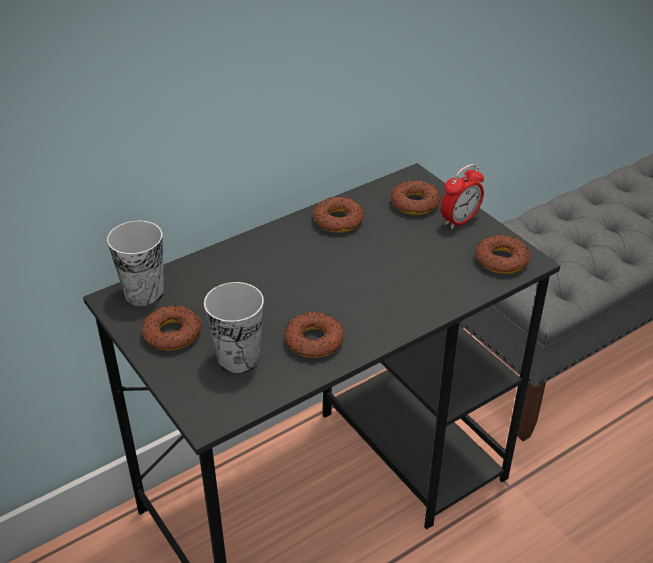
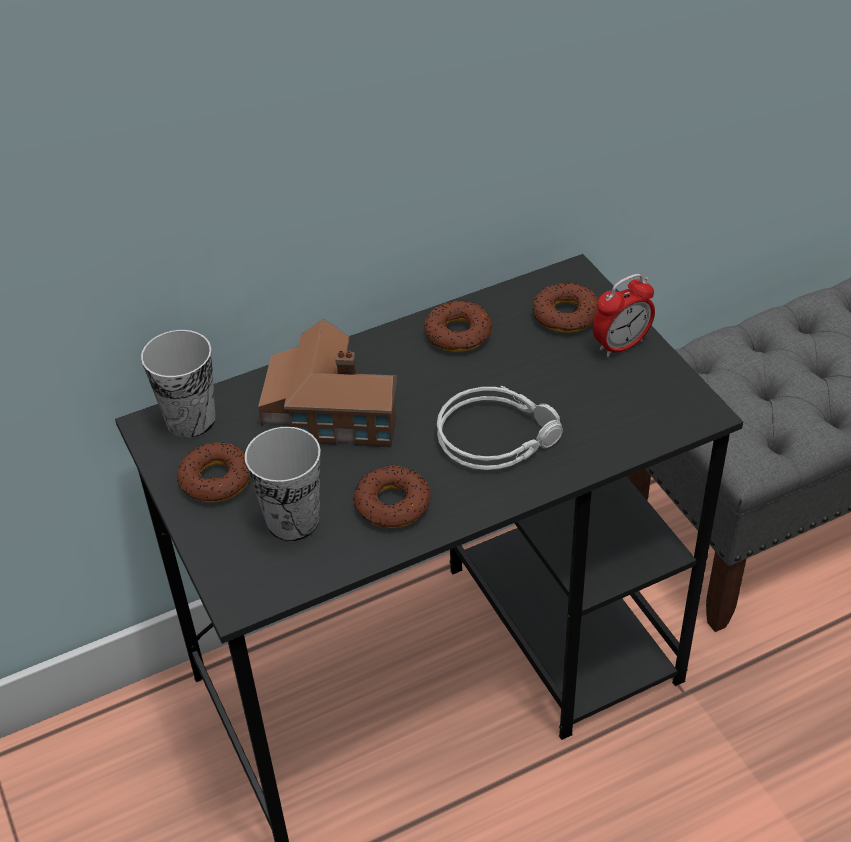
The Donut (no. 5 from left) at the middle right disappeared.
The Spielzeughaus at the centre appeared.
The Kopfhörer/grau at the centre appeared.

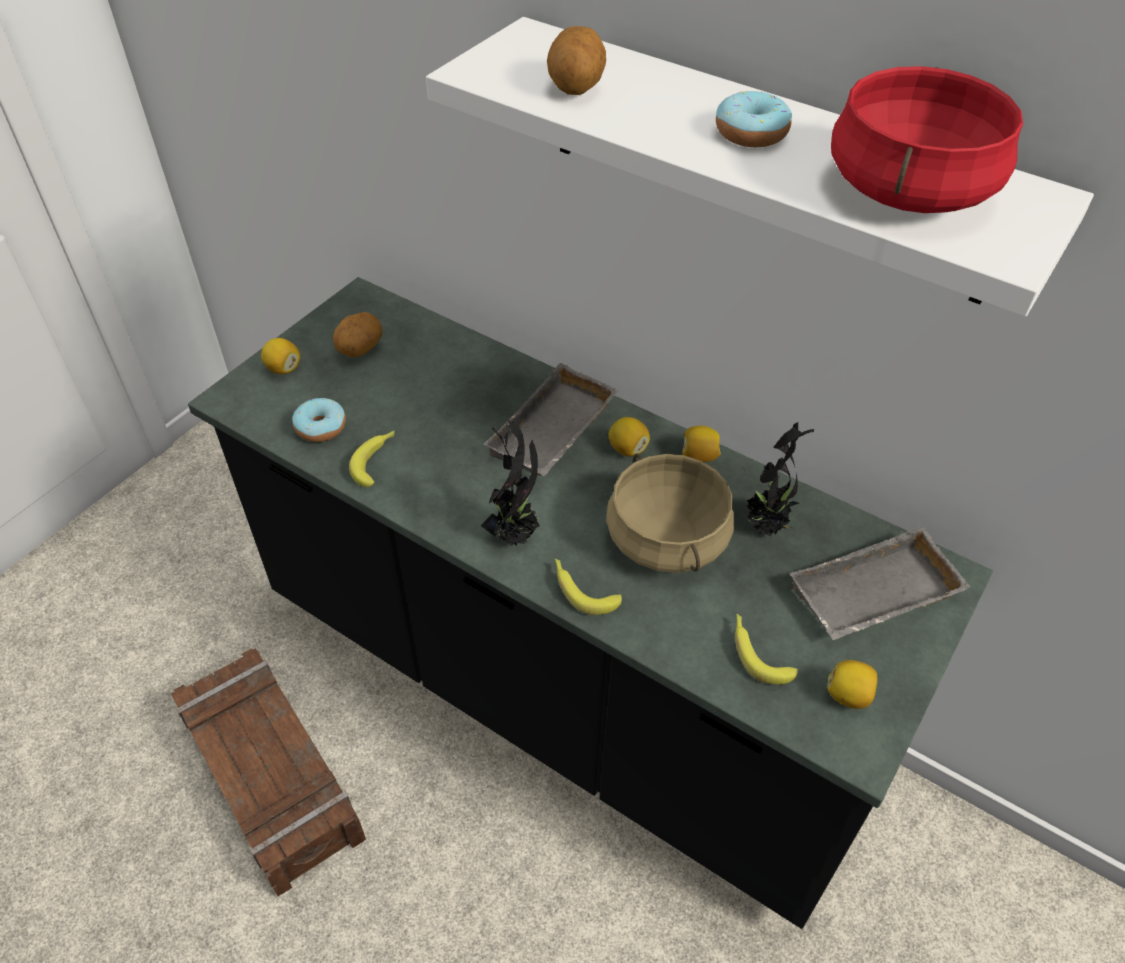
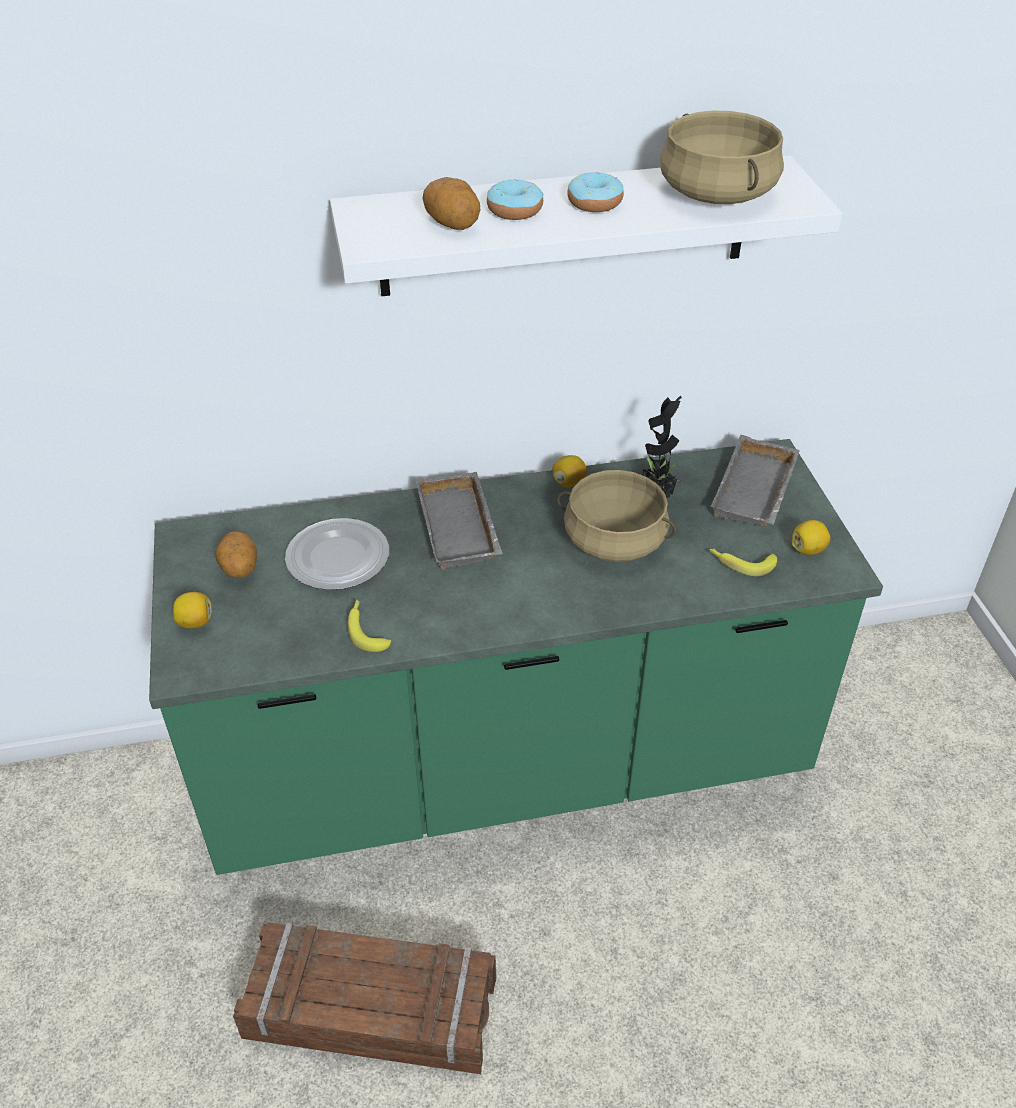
The Topfpflanze (no. 1 from left) at the centre disappeared.
The Banane (no. 2 from left) at the centre disappeared.
The Zitrone (no. 2 from left) at the centre disappeared.
The Teller at the middle left appeared.
The Donut (no. 1 from left) moved from the middle left to the top centre.
The Küchenzeile/schwarz at the centre became the Küchenzeile/grün at the centre.
The Kochtopf/rot at the top right became the Kochtopf/beige (no. 2 from left) at the top right.

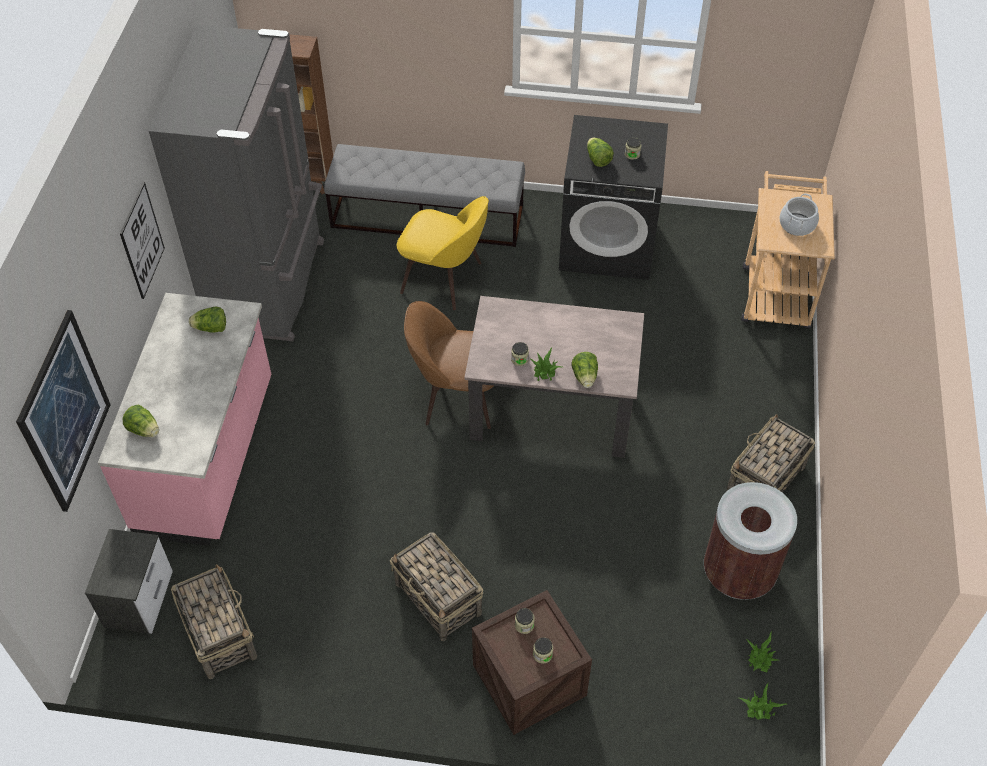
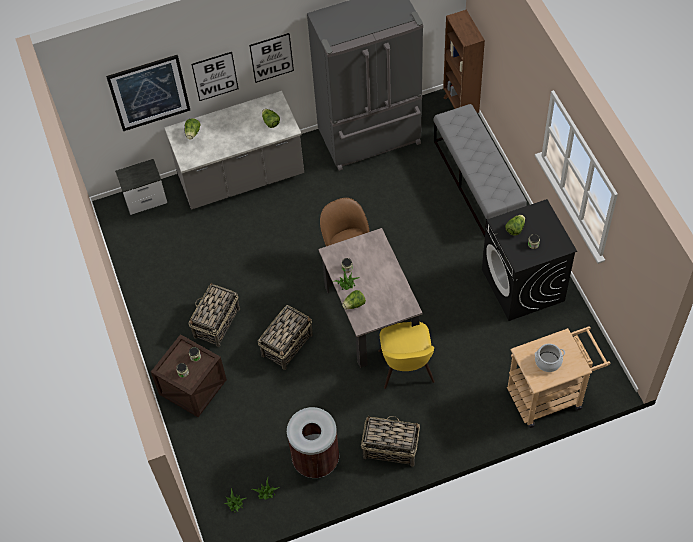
The Bild (no. 2 from left) at the top left appeared.
The Korb (no. 1 from left in the first image) moved from the bottom left to the centre.
The Stuhl/gelb moved from the top centre to the centre.
The Küchenzeile/rosa at the middle left became the Küchenzeile/grau at the top centre.

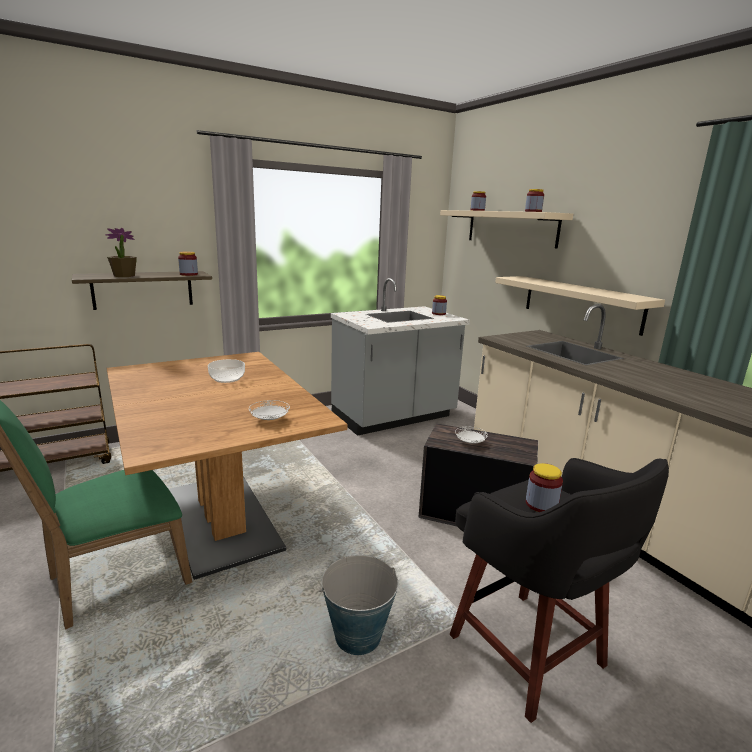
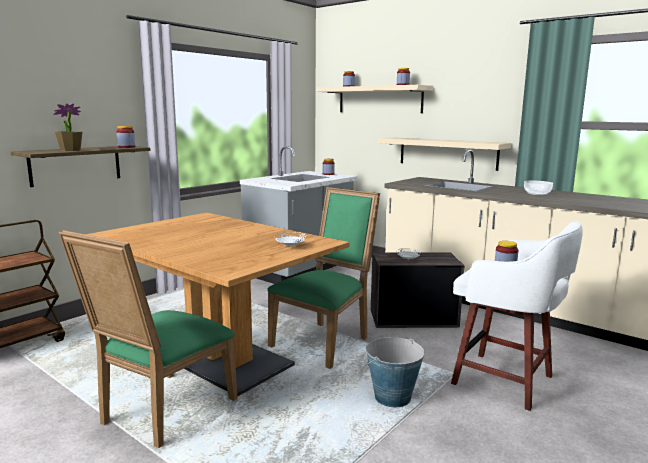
The Stuhl/grün (no. 2 from left) at the centre appeared.
The Schüssel moved from the middle left to the middle right.
The Hocker/schwarz at the bottom right became the Hocker/weiß at the bottom right.

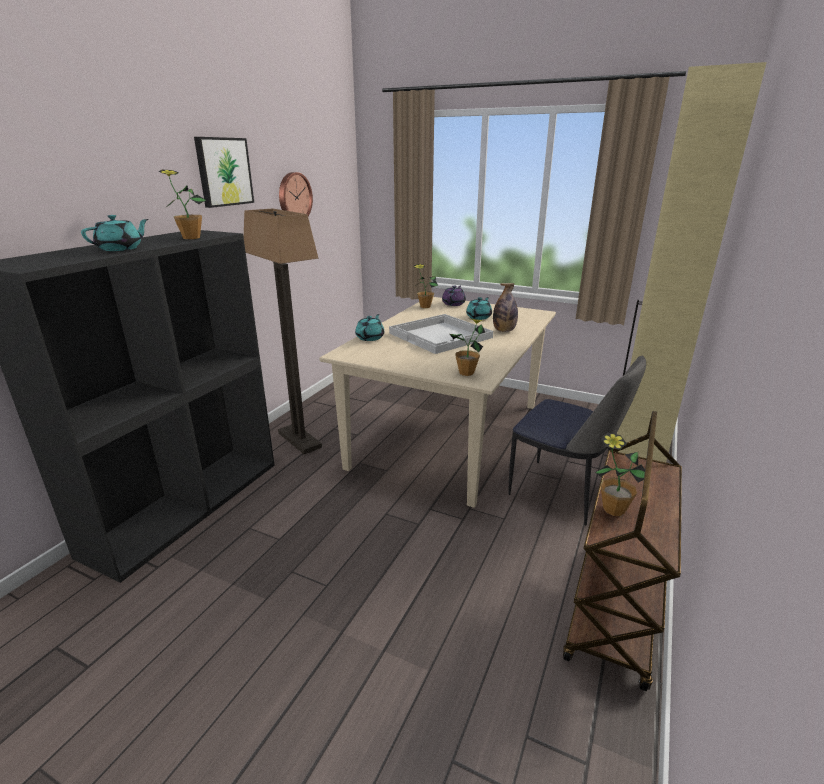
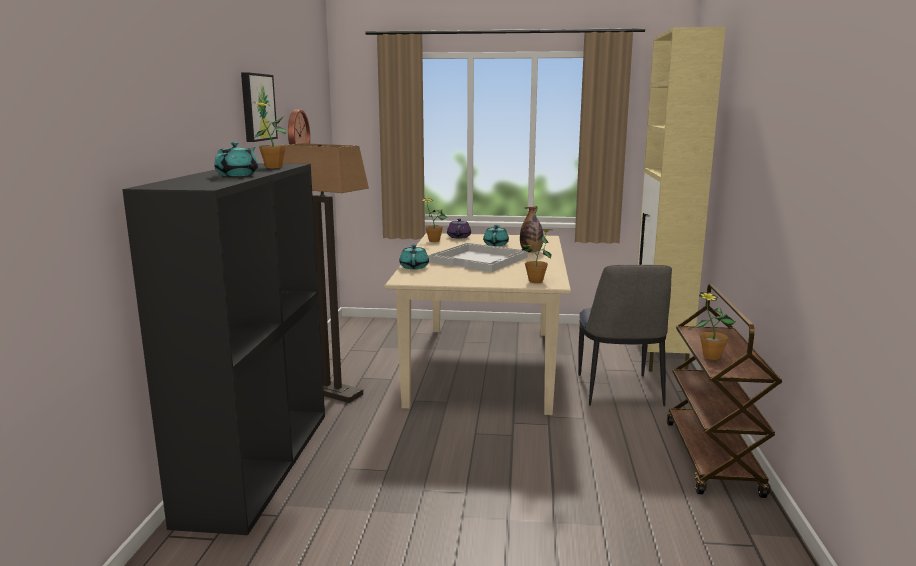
The Stuhl at the middle right turned 75 degrees clockwise.

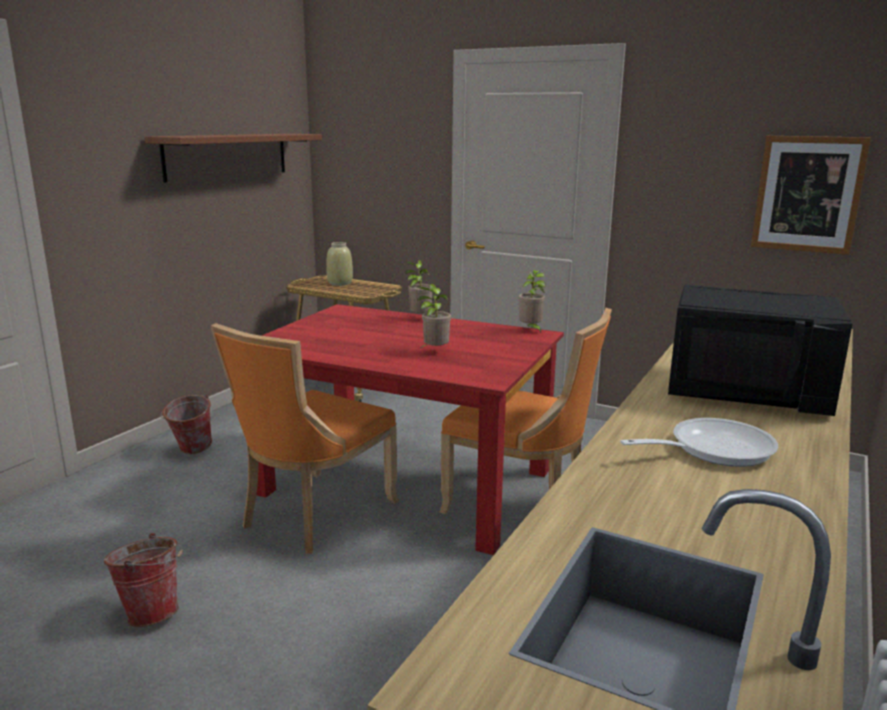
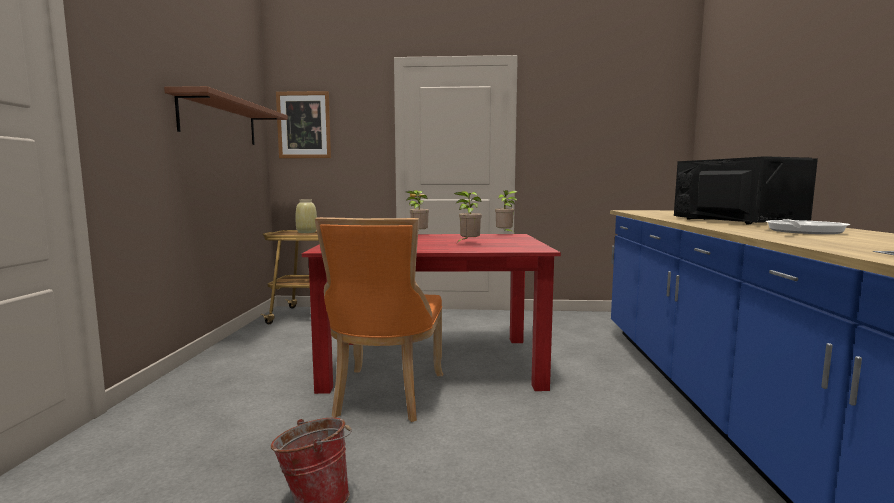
The Eimer (no. 2 from left) at the middle left disappeared.
The Stuhl/orange (no. 2 from left) at the centre disappeared.
The Bild moved from the top right to the top centre.
The Mikrowelle/schwarz at the middle right turned 105 degrees counterclockwise.

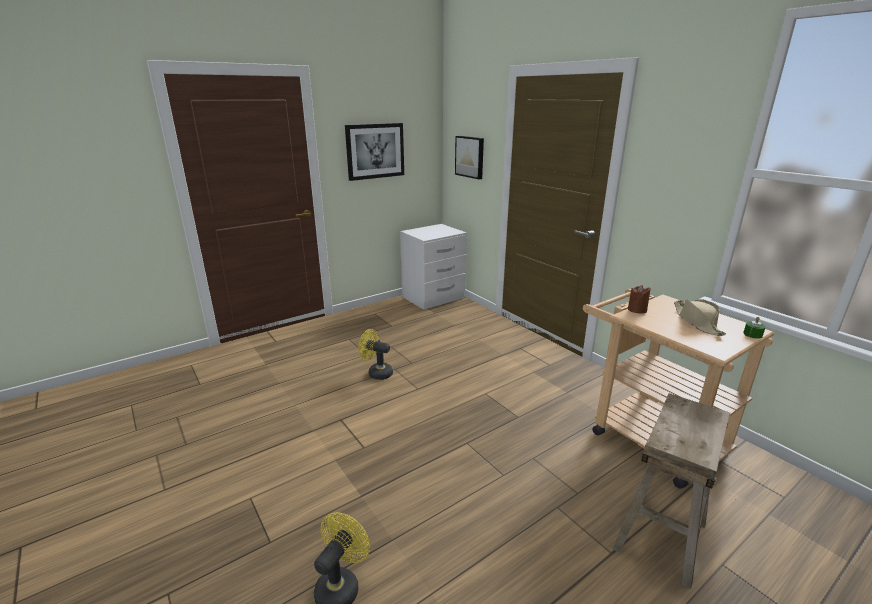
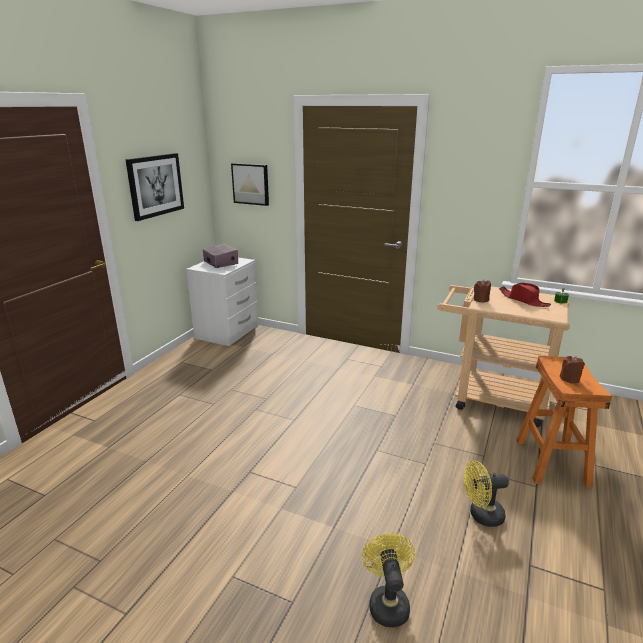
The Radio at the centre appeared.
The Kerze/braun (no. 2 from left) at the middle right appeared.
The Ventilator/gelb (no. 2 from left) moved from the centre to the bottom right.
The Hocker/beige at the bottom right became the Hocker/orange at the middle right.
The Hut/beige at the middle right became the Hut/rot at the middle right.

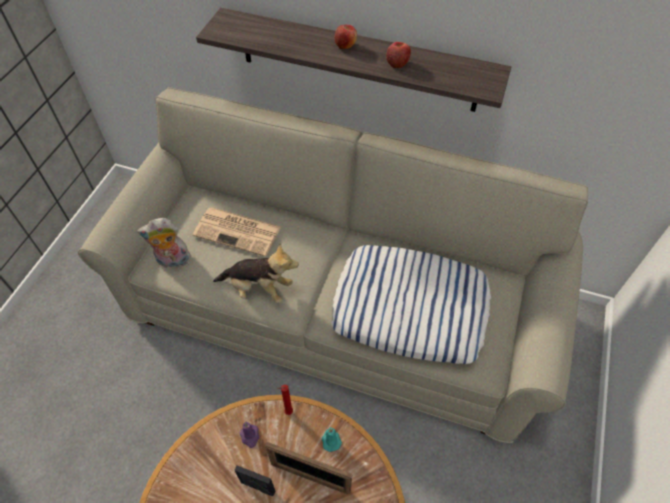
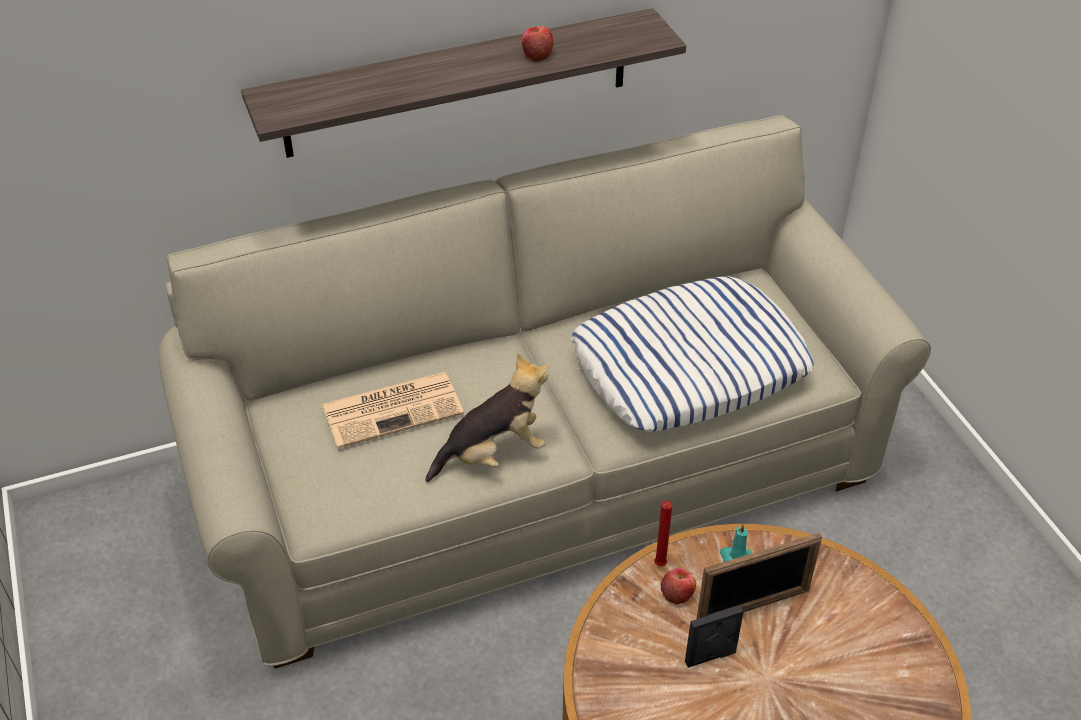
The Plüschtier (no. 1 from left) at the middle left disappeared.
The Kerze/lila at the bottom centre disappeared.
The Apfel (no. 1 from left in the first image) moved from the top centre to the bottom centre.

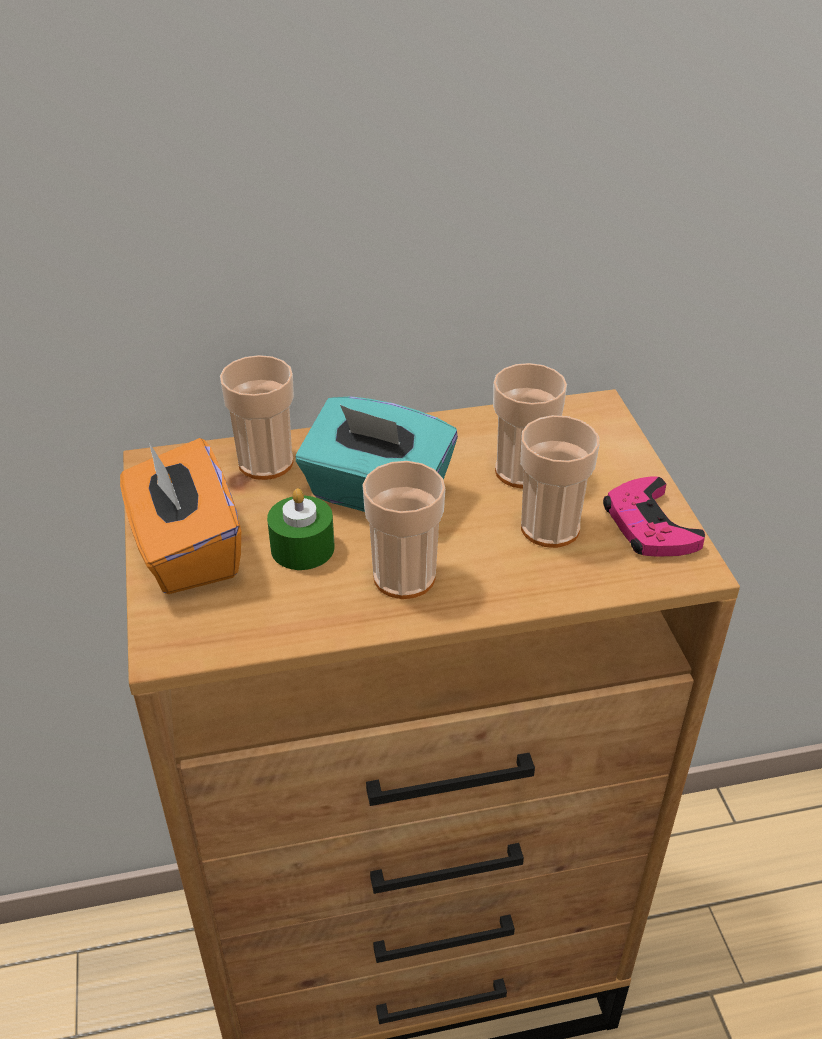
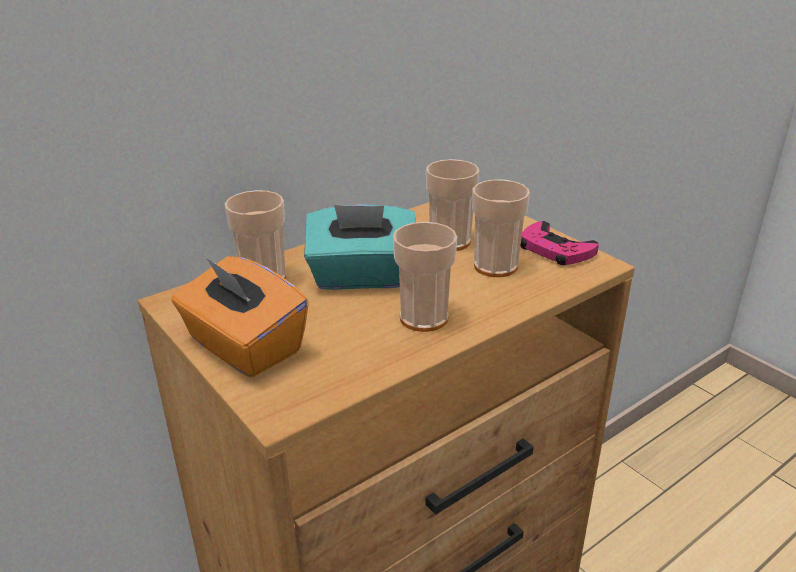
The Kerze/grün at the centre disappeared.

